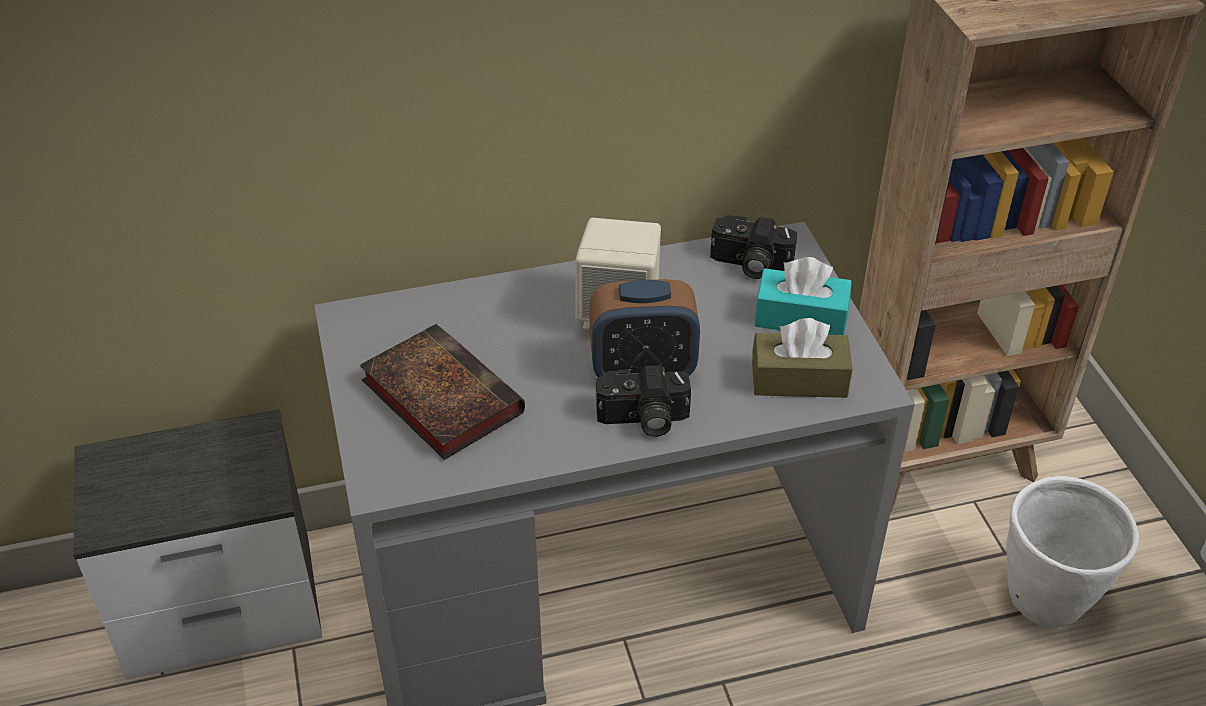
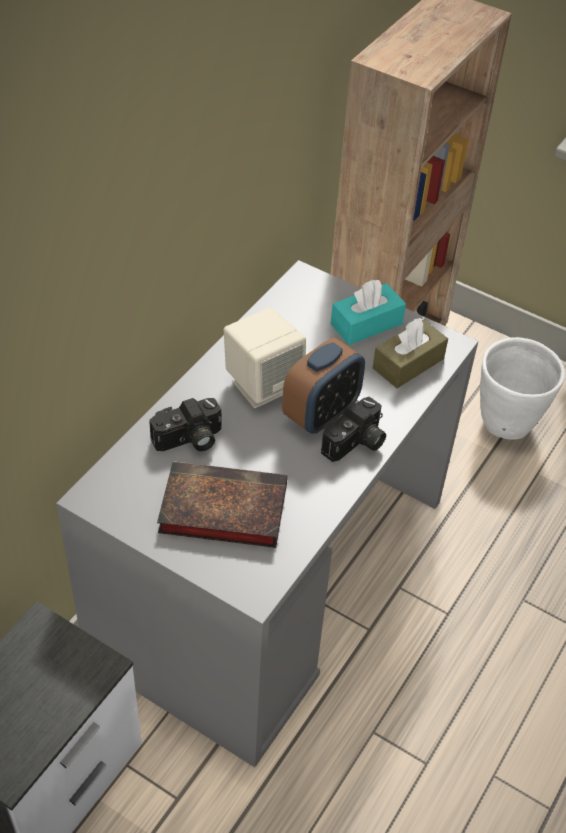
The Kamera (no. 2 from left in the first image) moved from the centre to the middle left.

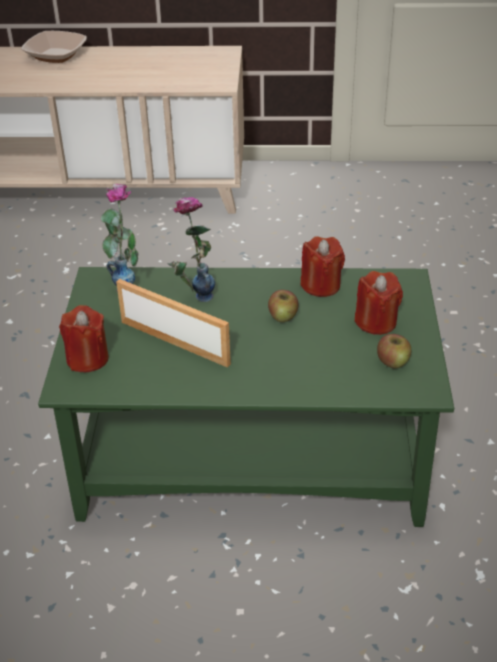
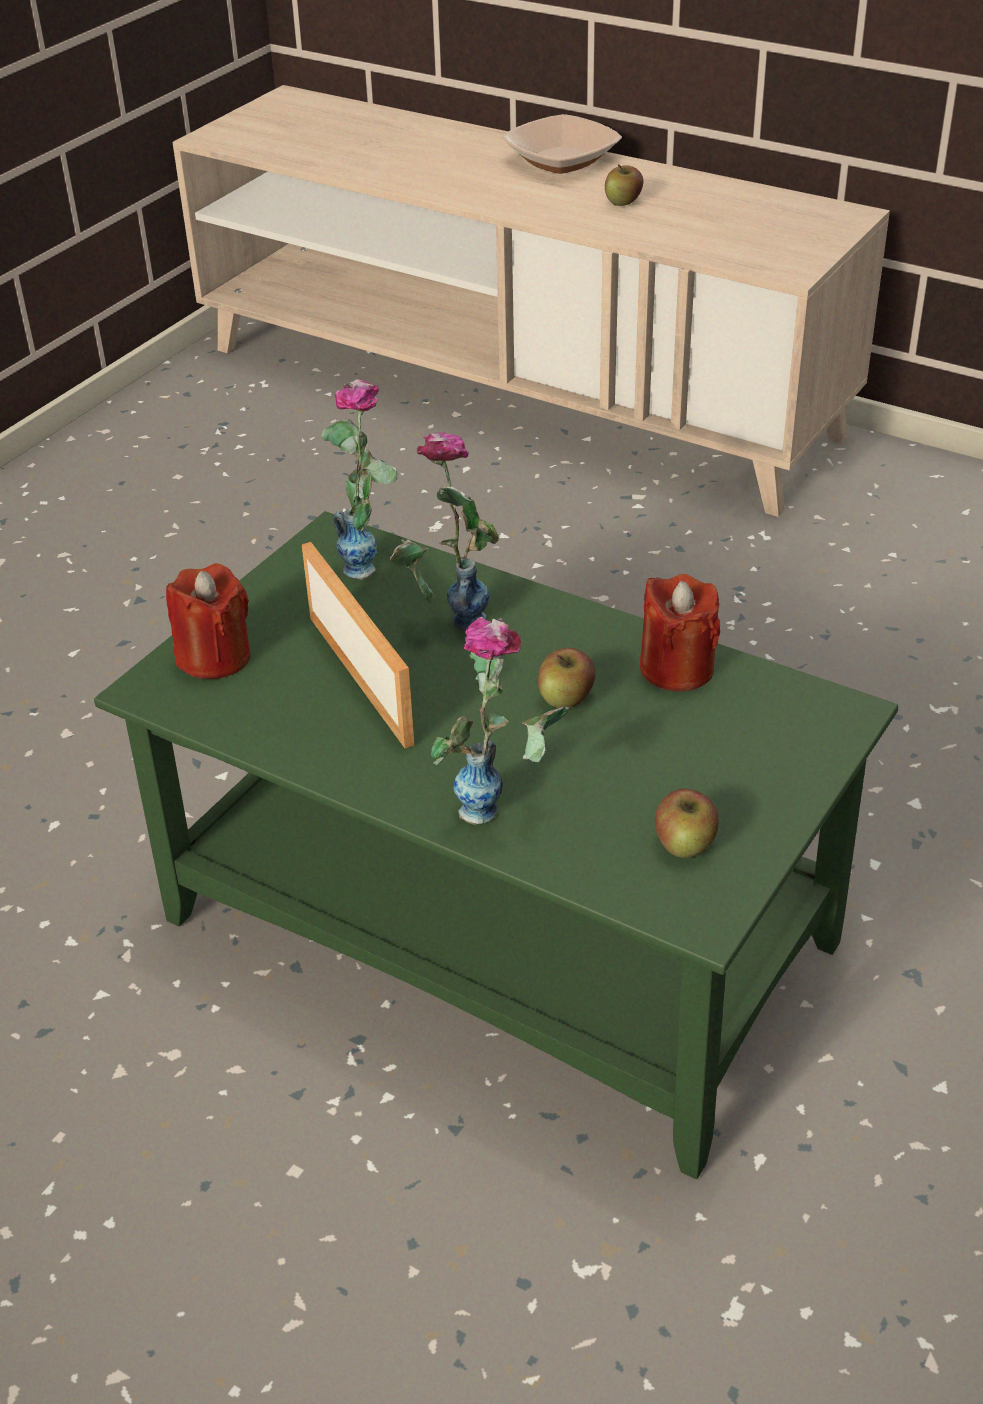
The Kerze/rot (no. 3 from left) at the middle right disappeared.
The Vase (no. 3 from left) at the centre appeared.
The Apfel (no. 2 from left) at the top centre appeared.

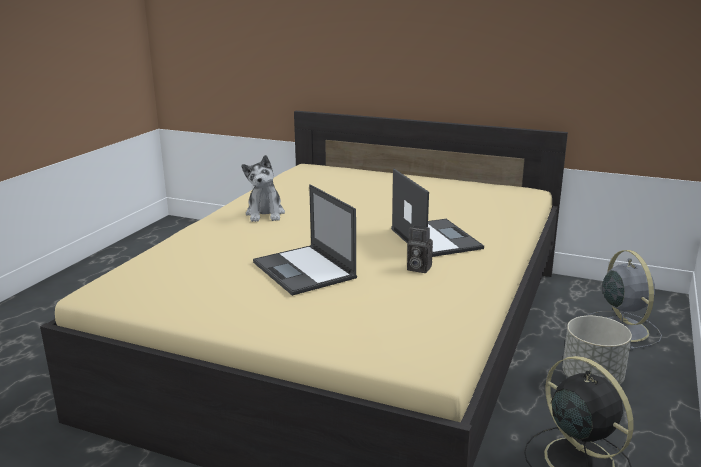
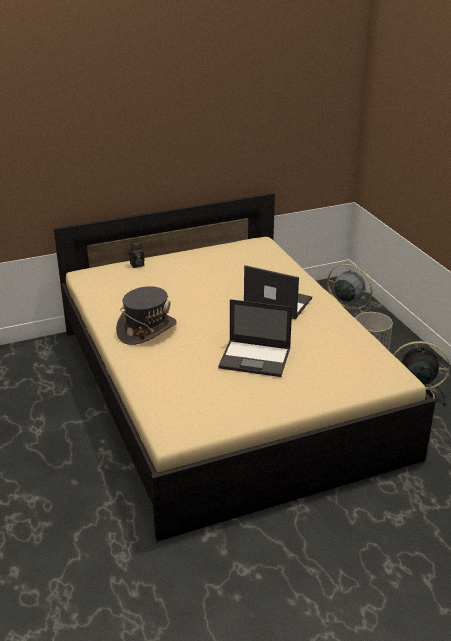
The Kamera moved from the centre to the middle left.
The Plüschtier at the centre was replaced by the Hut/grau at the middle left.

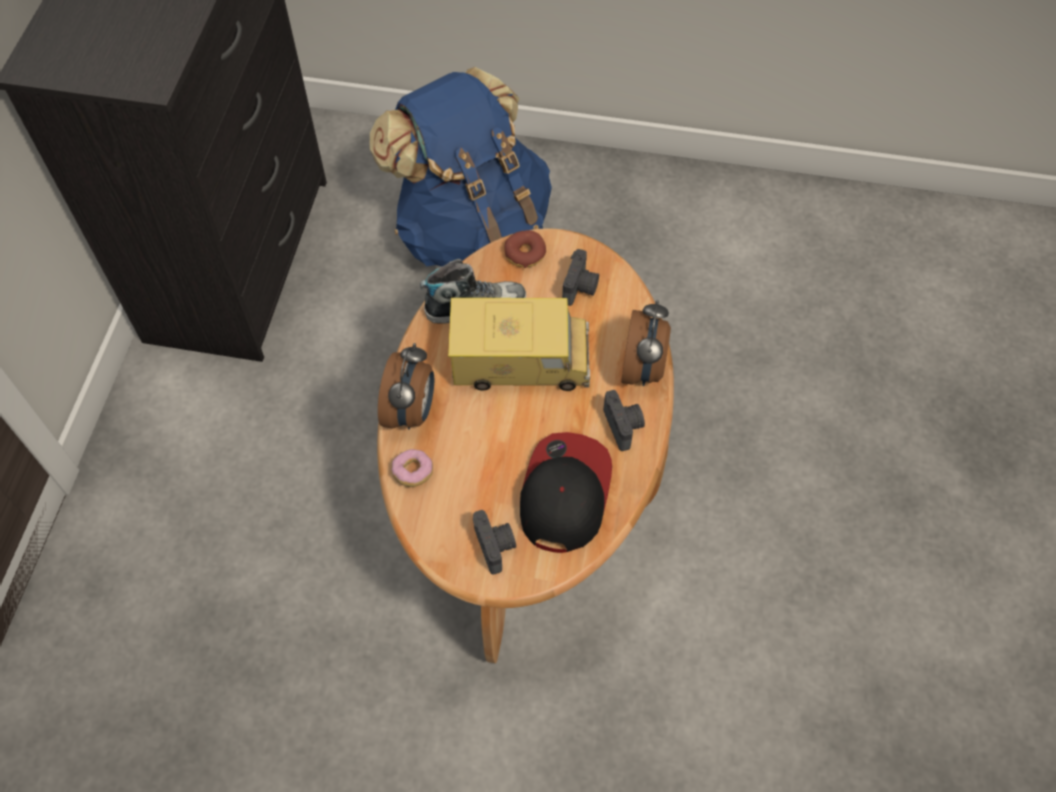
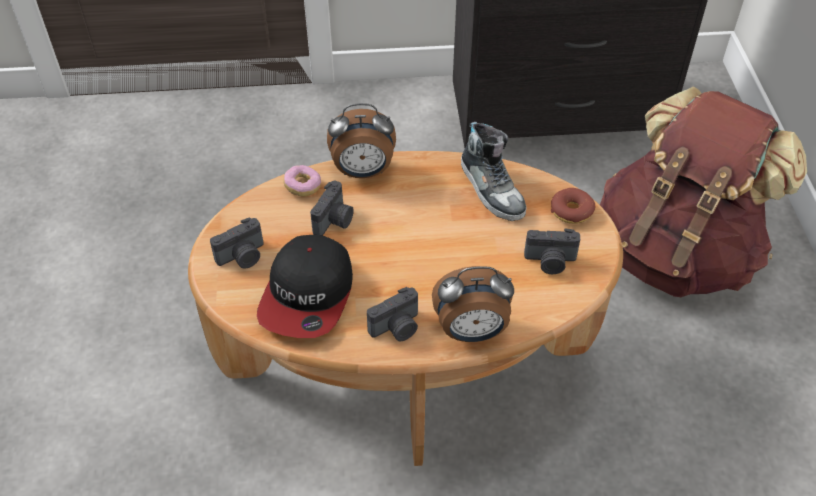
The Spielzeuglaster at the centre disappeared.
The Kamera (no. 2 from left) at the centre appeared.
The Rucksack/blau at the top centre became the Rucksack/braun at the middle right.
The Kappe at the centre turned 105 degrees clockwise.

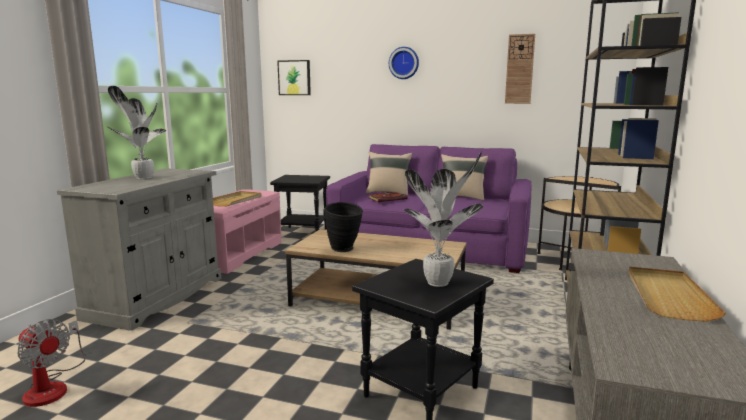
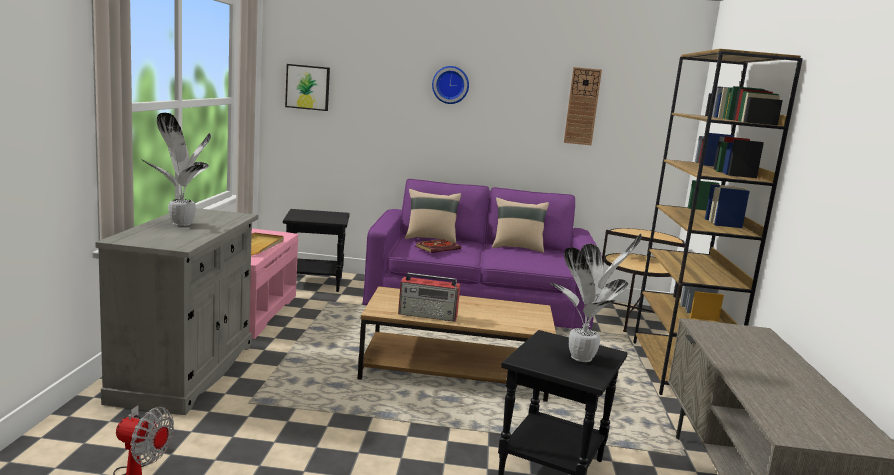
The Tablett/beige (no. 2 from left) at the bottom right disappeared.
The Vase/schwarz at the centre was replaced by the Radio at the centre.

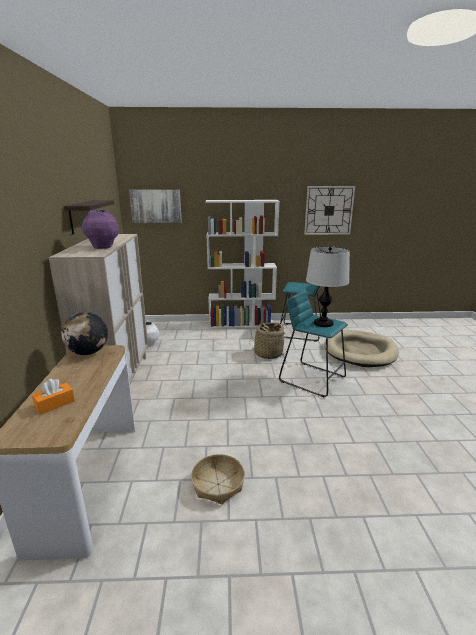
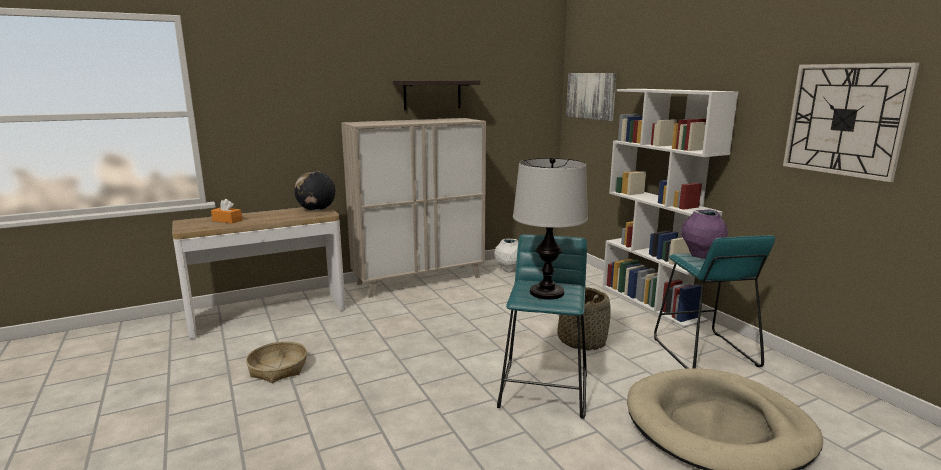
The Vase/lila moved from the middle left to the middle right.

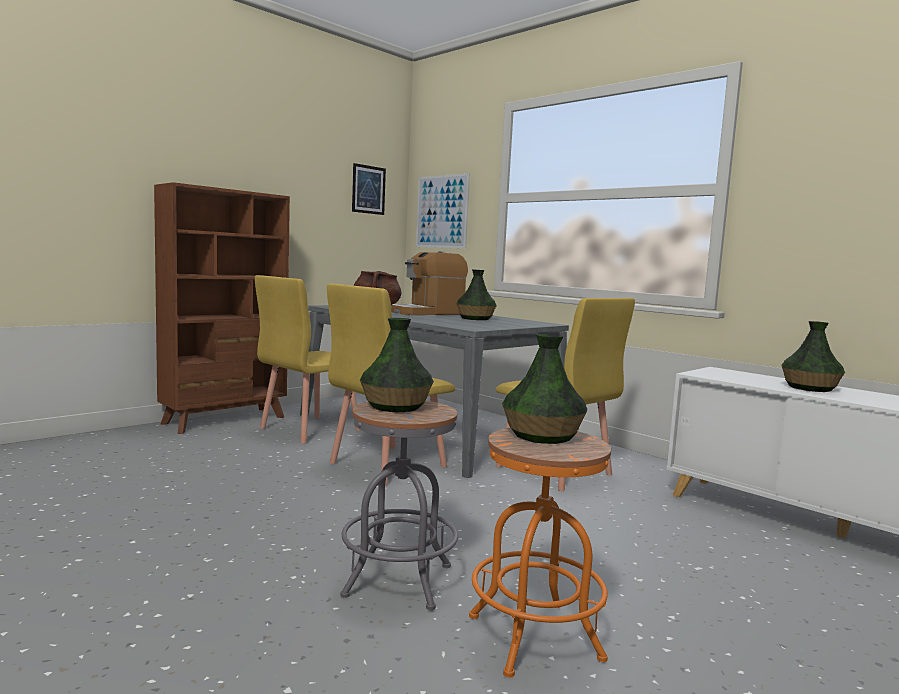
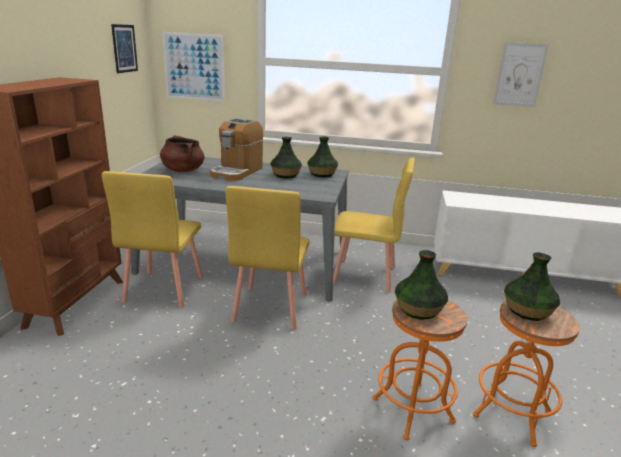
The Bild (no. 3 from left) at the top right appeared.
The Vase (no. 4 from left in the first image) moved from the middle right to the centre.
The Hocker/grau at the bottom centre became the Hocker/orange (no. 1 from left) at the bottom right.

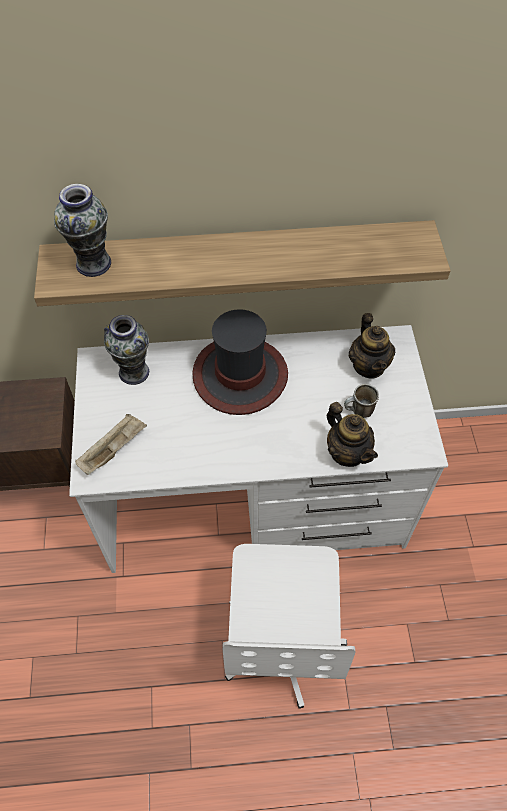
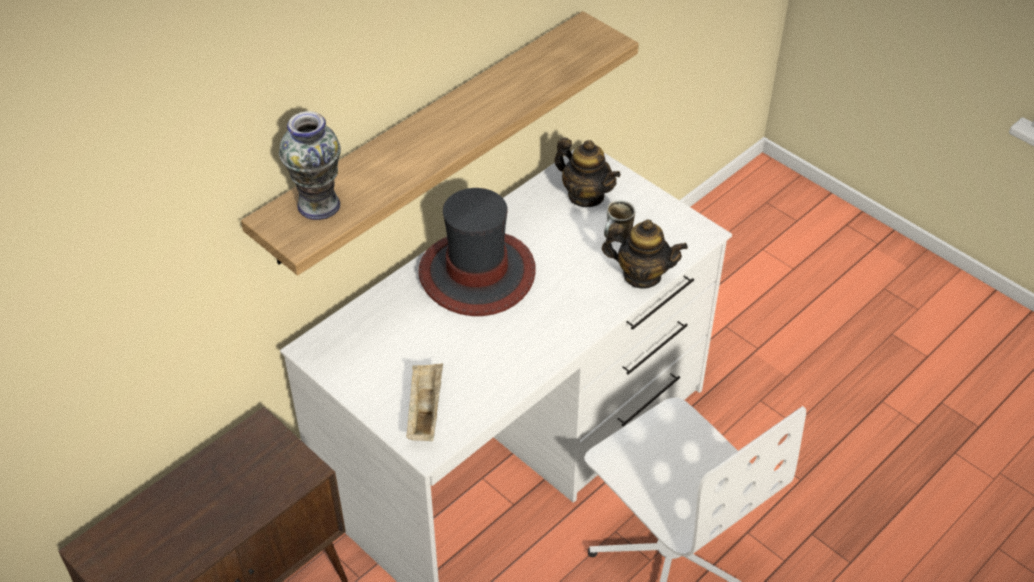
The Vase (no. 2 from left) at the middle left disappeared.

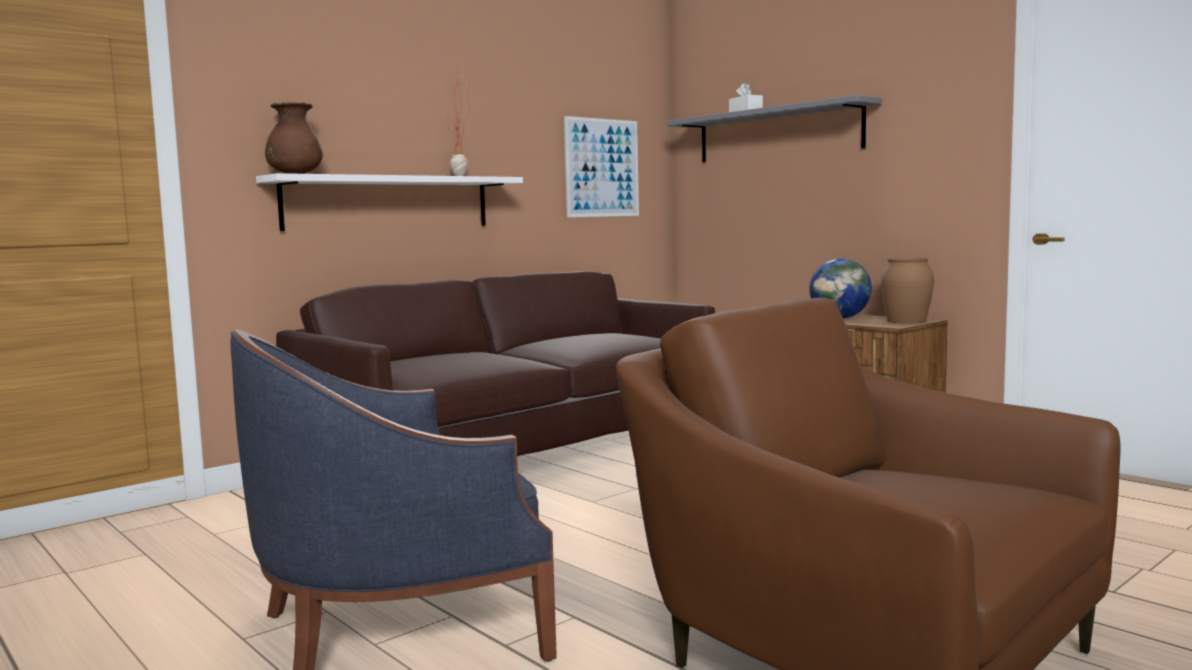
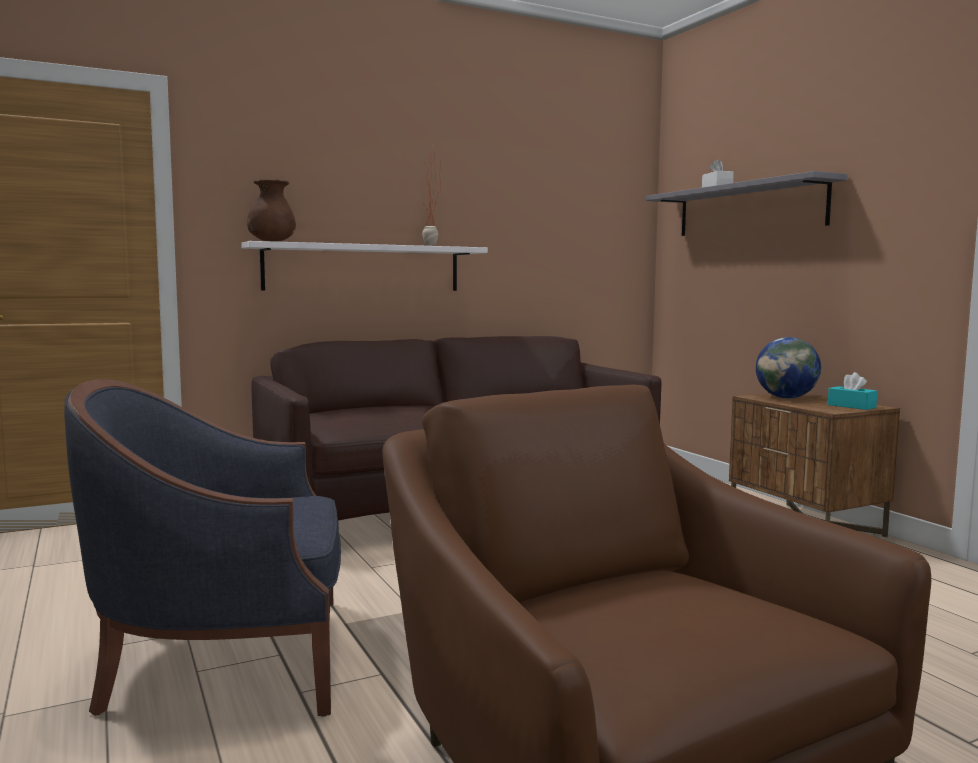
The Bild at the top centre disappeared.
The Vase/braun (no. 2 from left) at the middle right was replaced by the Taschentuchbox/türkis at the middle right.

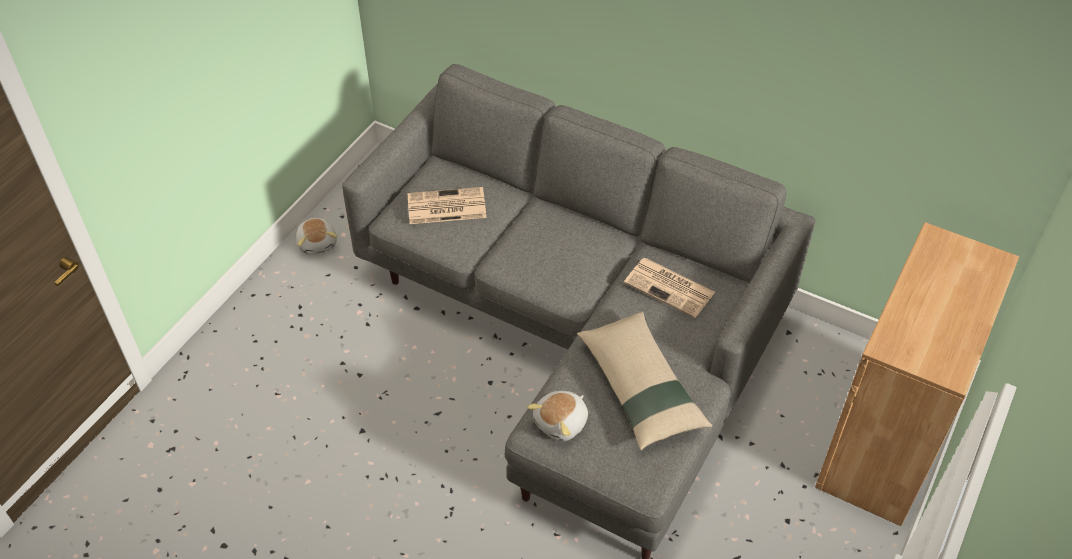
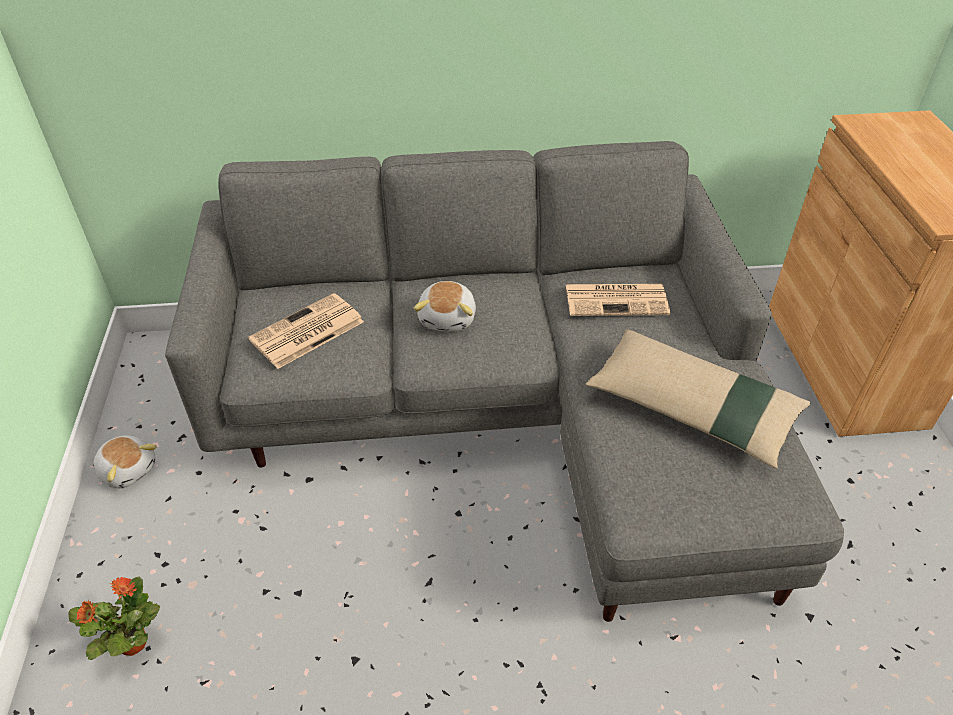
The Topfpflanze at the bottom left appeared.
The Plüschtier (no. 2 from left) moved from the bottom centre to the centre.

